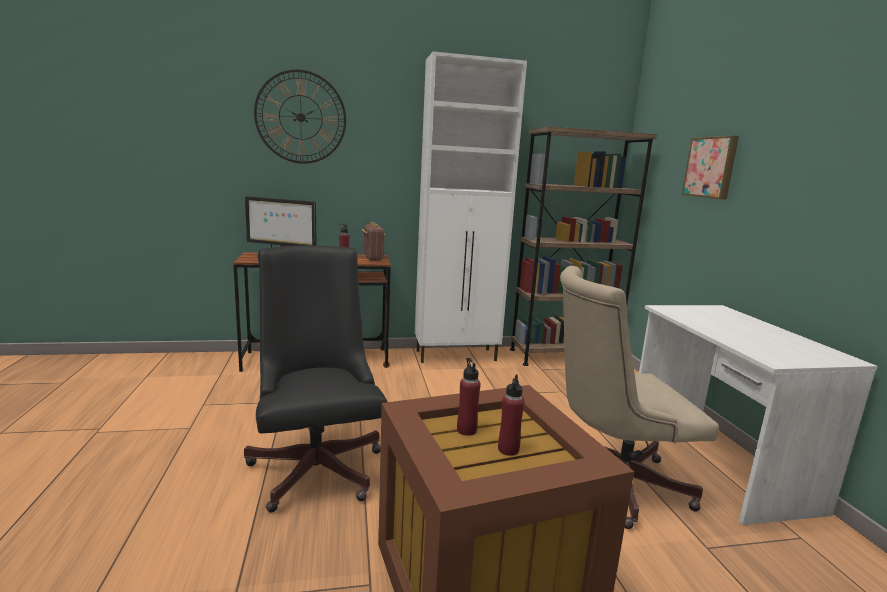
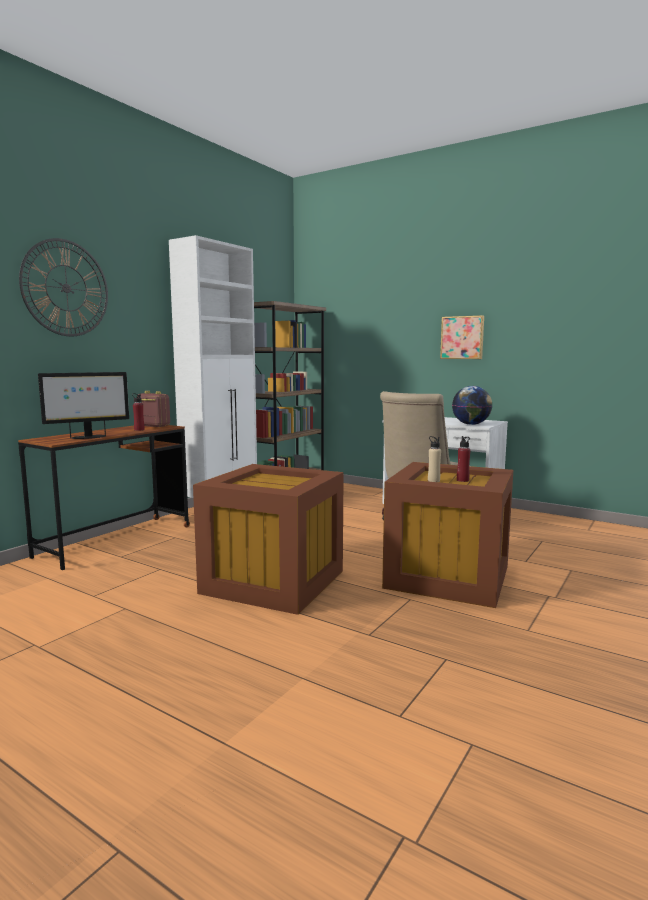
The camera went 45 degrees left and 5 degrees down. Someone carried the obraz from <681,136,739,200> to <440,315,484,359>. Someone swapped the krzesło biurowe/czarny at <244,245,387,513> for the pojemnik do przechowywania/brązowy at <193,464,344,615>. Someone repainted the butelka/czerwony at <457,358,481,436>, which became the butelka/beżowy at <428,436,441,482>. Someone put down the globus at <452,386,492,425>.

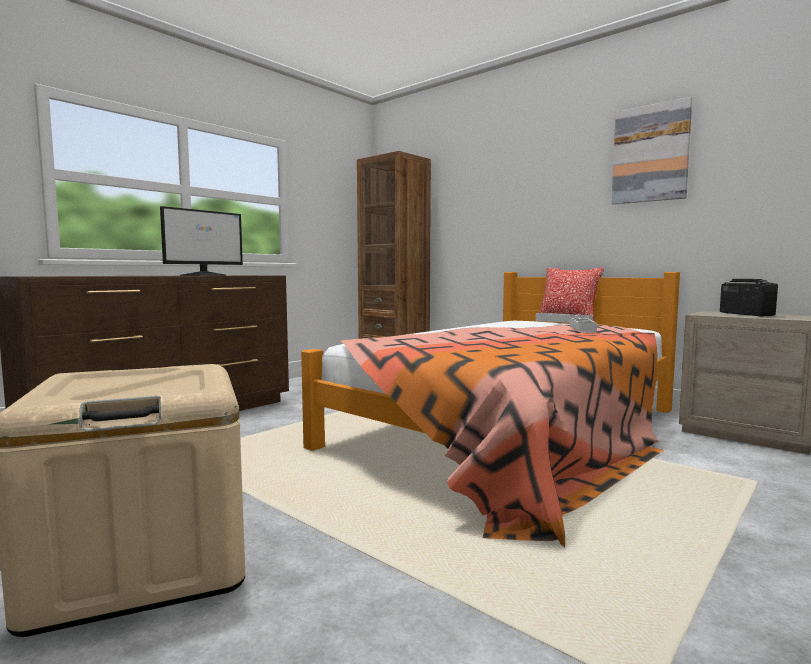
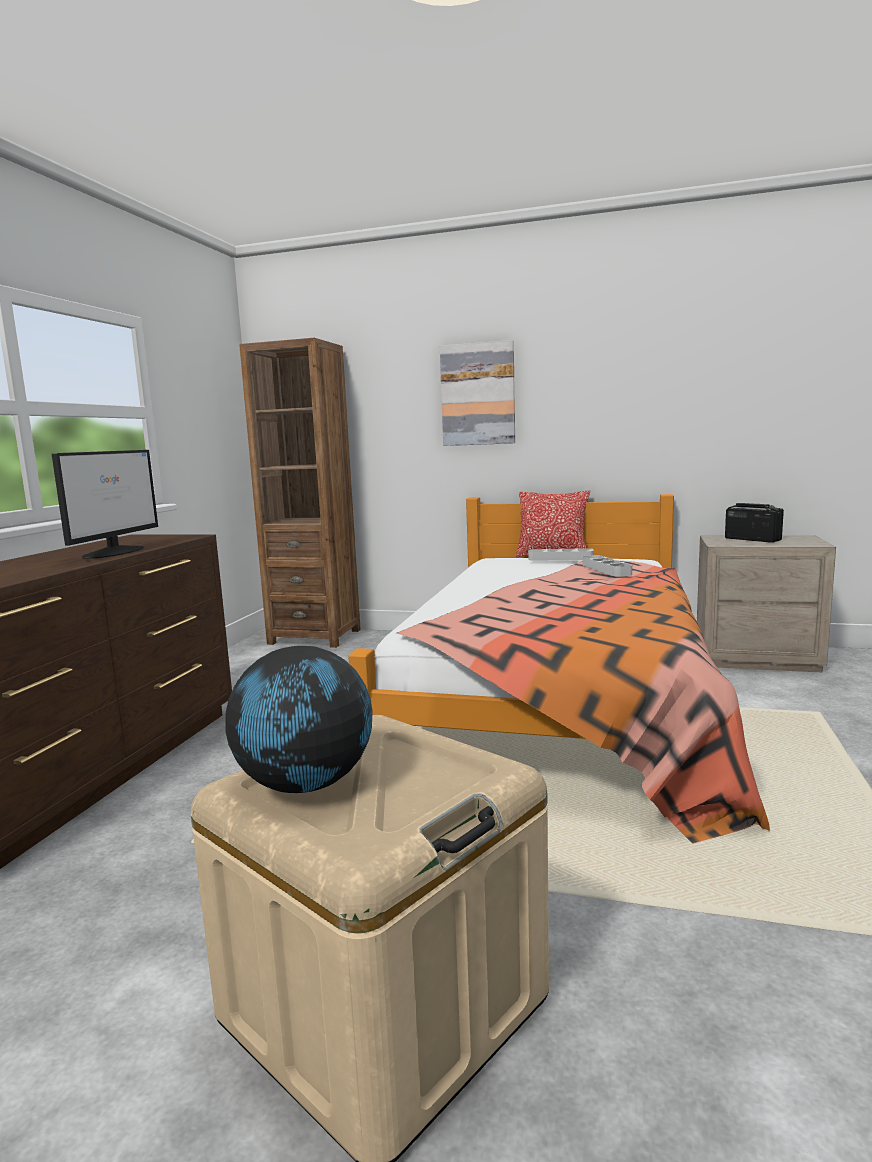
The camera went 25 degrees left and 5 degrees up. Someone carried the obraz from <612,97,692,205> to <440,340,515,446>. Someone put down the globus at <226,646,372,793>.

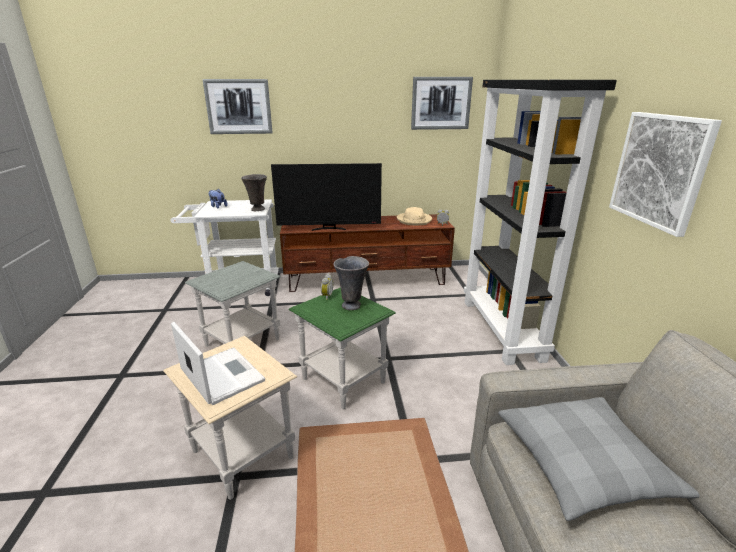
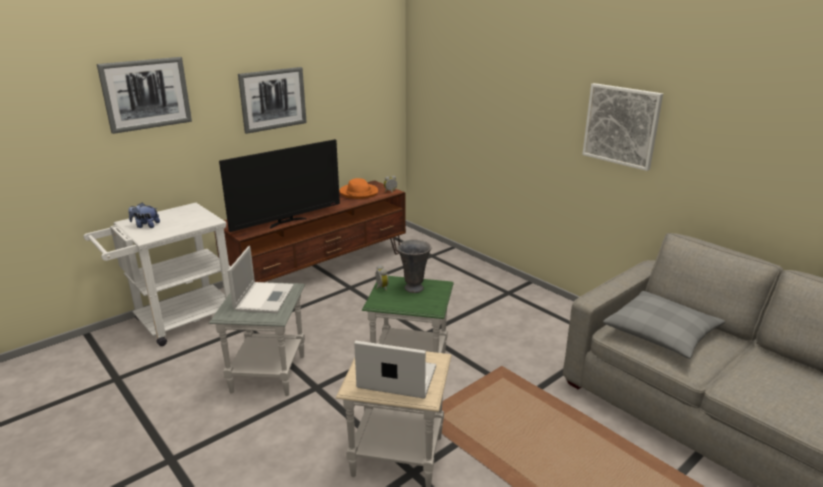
The camera went 35 degrees left and 0 degrees up. Someone carried the obraz from <411,77,473,130> to <238,67,307,134>. Someone took away the regał/czarny at <464,80,617,365>. Someone took away the wazon/szary at <241,174,267,211>. Someone repainted the kapelusz/beżowy at <397,207,432,225>, which became the kapelusz/pomarańczowy at <339,178,378,199>. Someone put down the laptop at <227,246,294,313>.

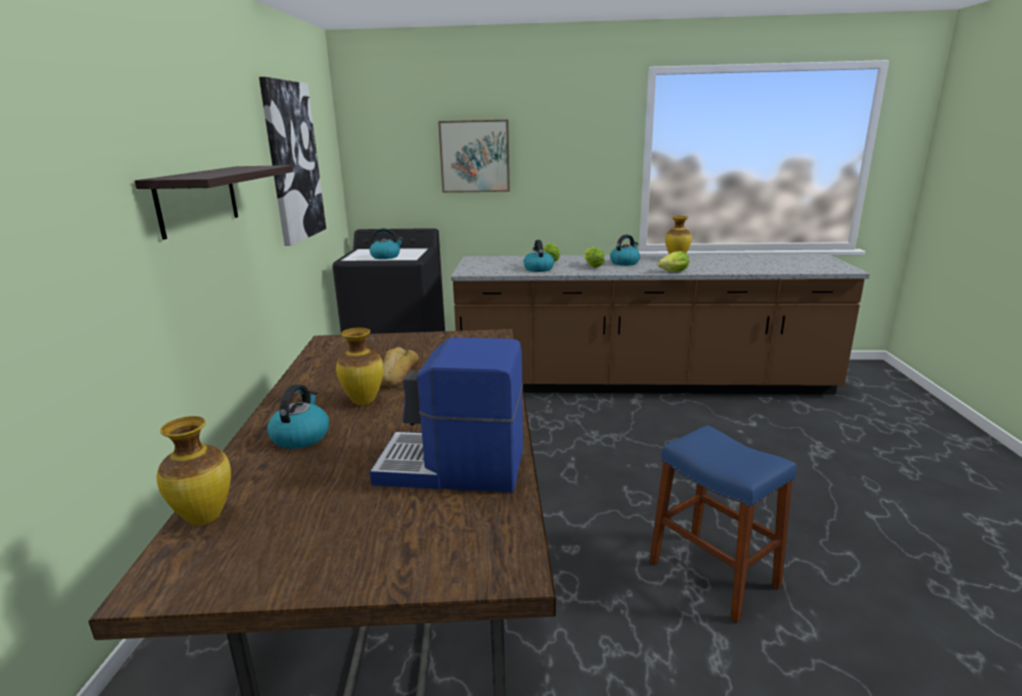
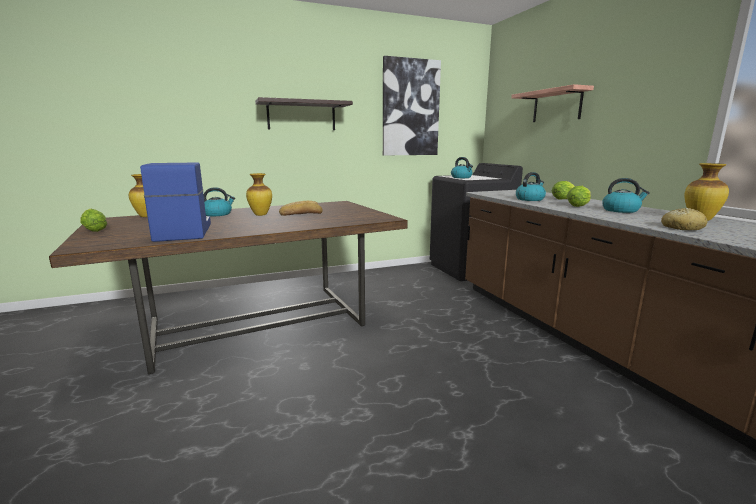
The camera went 65 degrees right and 5 degrees down. Someone swapped the obraz at <438,120,510,193> for the półka at <511,84,594,122>. Someone carried the sałata from <657,251,689,272> to <80,209,107,232>. Someone took away the stołek/niebieski at <649,425,797,623>. Someone put down the chleb at <661,208,707,230>.

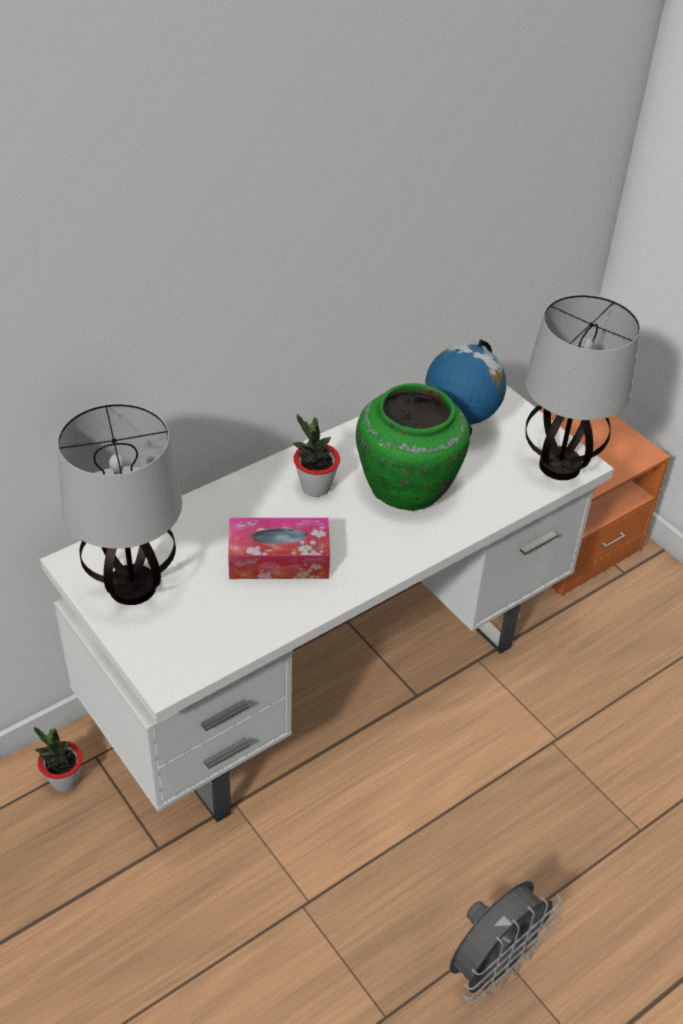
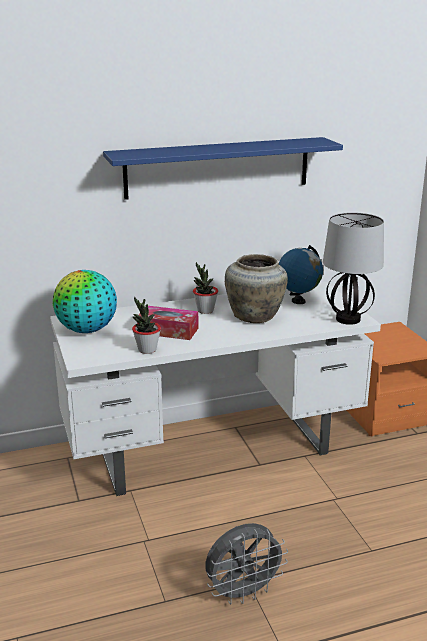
The camera went 20 degrees right and 20 degrees down. Someone repainted the wazon/zielony at <356,383,470,511>, which became the wazon/beżowy at <225,254,288,323>. Someone swapped the lampa stołowa at <57,403,182,605> for the globus at <53,270,117,333>. Someone carried the roślina doniczkowa from <34,727,83,792> to <132,297,161,354>. Someone put up the półka/niebieski at <103,137,343,200>.

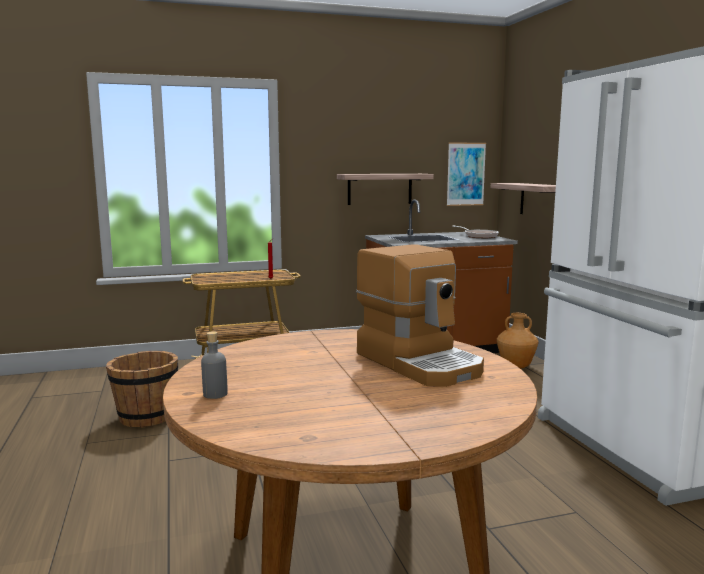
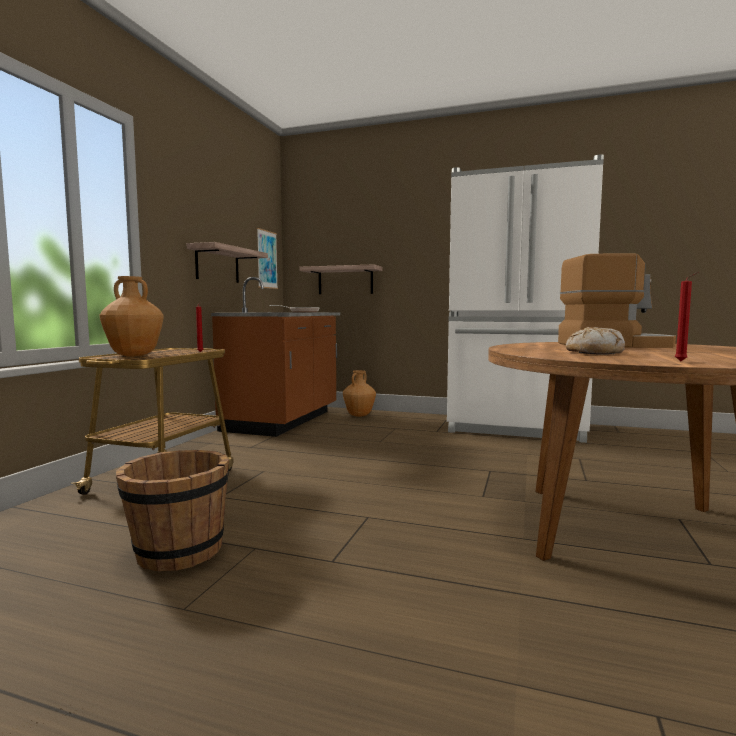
The camera went 55 degrees left and 5 degrees down. Someone swapped the butelka/szary at <201,331,228,399> for the świeca/czerwony at <675,272,698,361>. Someone put down the wazon/brązowy at <100,276,163,356>. Someone put down the chleb at <566,327,625,355>.

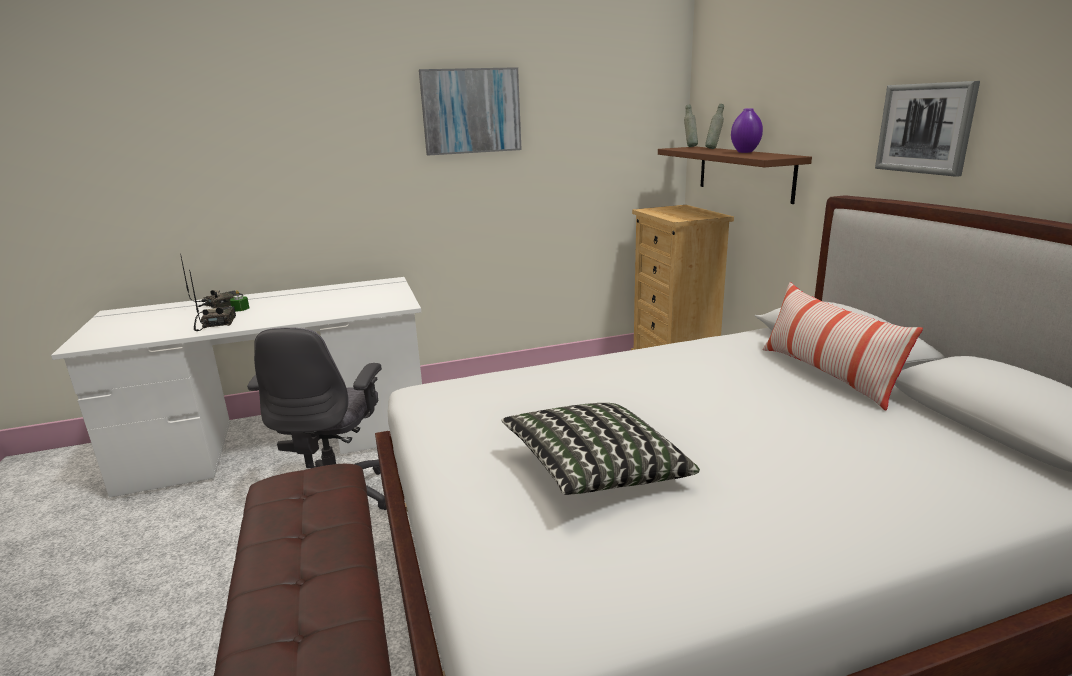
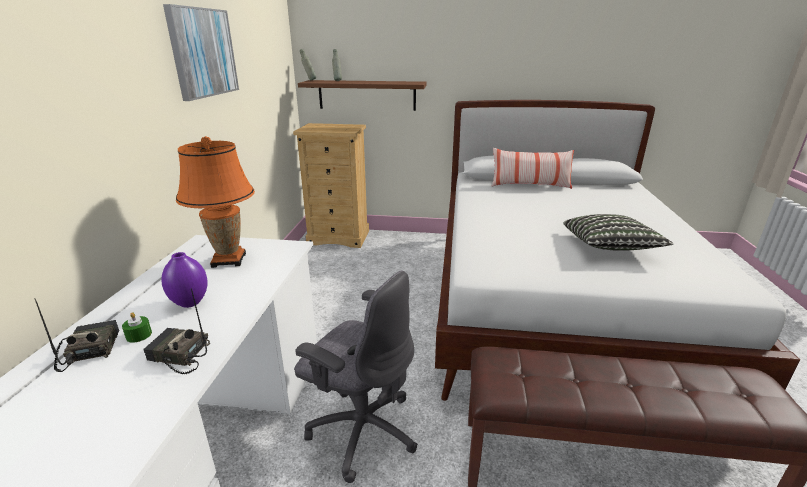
The camera went 65 degrees left and 5 degrees up. Someone took away the obraz at <875,81,980,177>. Someone carried the wazon/fioletowy from <731,108,763,153> to <161,252,208,308>. Someone put down the lampa stołowa/pomarańczowy at <176,136,255,268>.

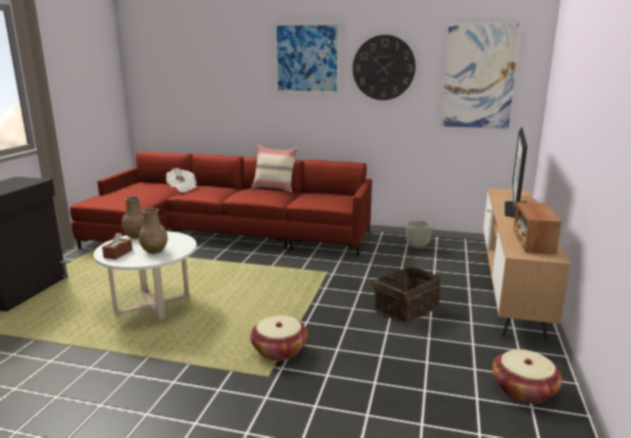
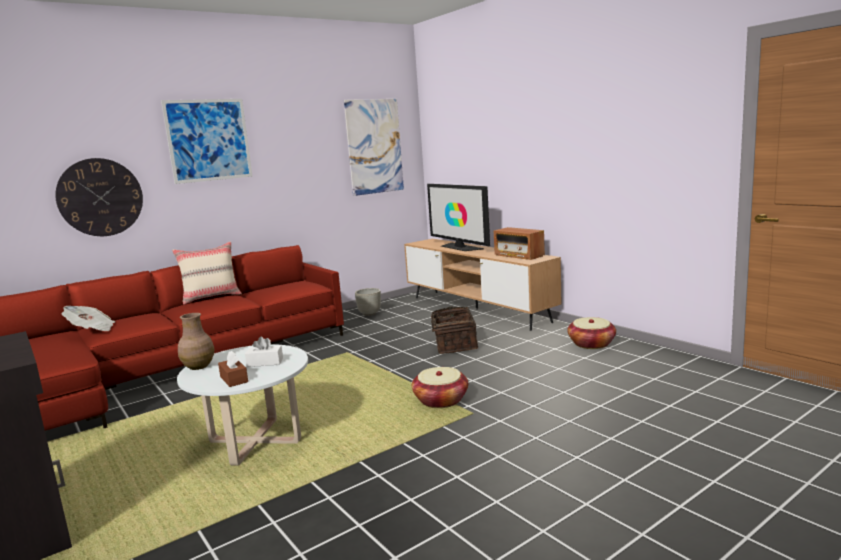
The camera went 50 degrees left and 5 degrees down. Someone carried the zegar ścienny from <353,35,416,100> to <55,158,143,236>. Someone swapped the wazon/brązowy at <139,208,168,254> for the pudełko chusteczek/biały at <245,336,283,367>.

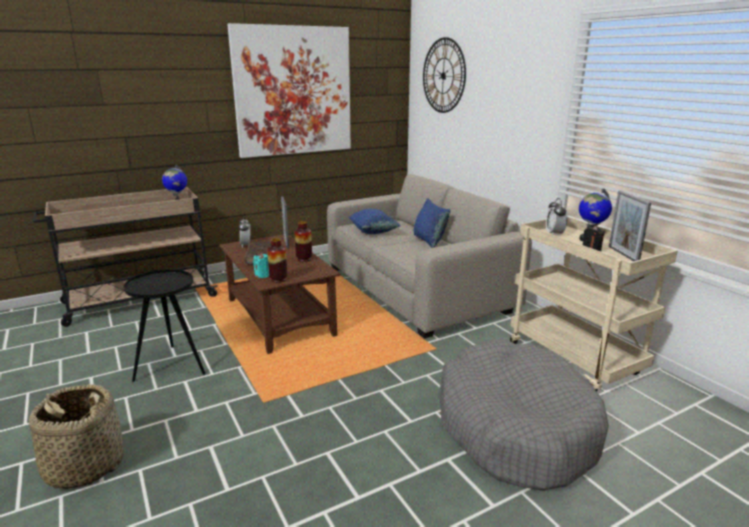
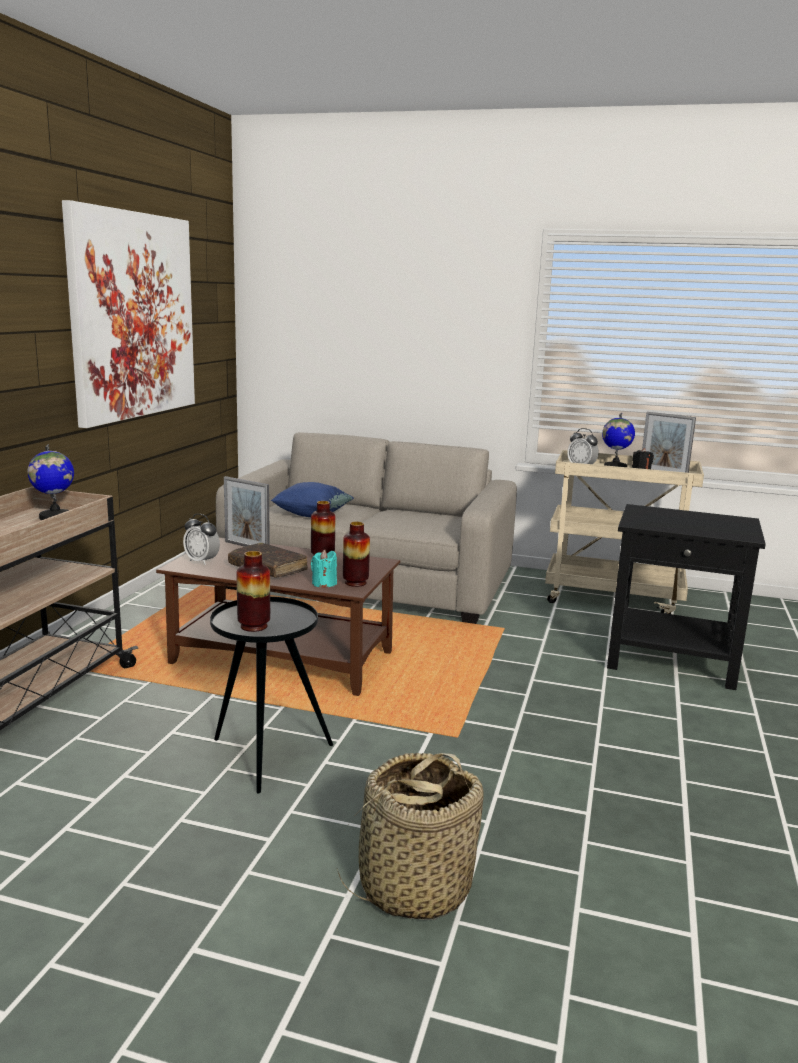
The camera went 45 degrees left and 5 degrees down. Someone took away the zegar ścienny at <423,37,466,113>. Someone took away the poduszka/niebieski at <414,198,450,248>. Someone swapped the legowisko/szary at <439,339,609,491> for the stolik/czarny at <607,504,766,690>. Someone put down the wazon at <237,551,270,632>.

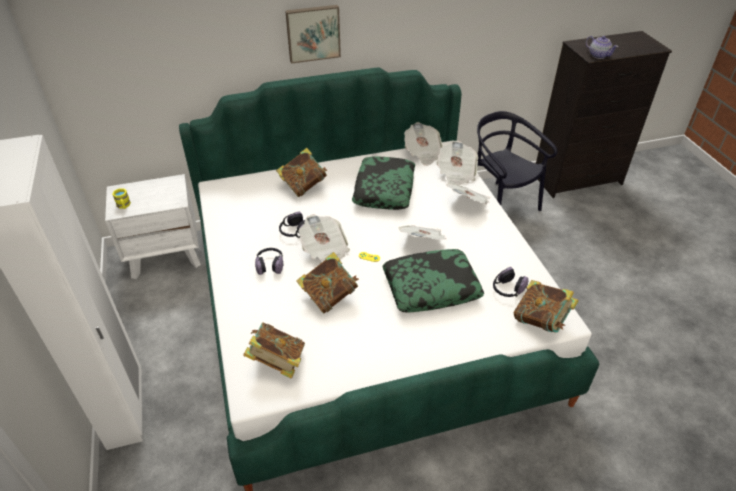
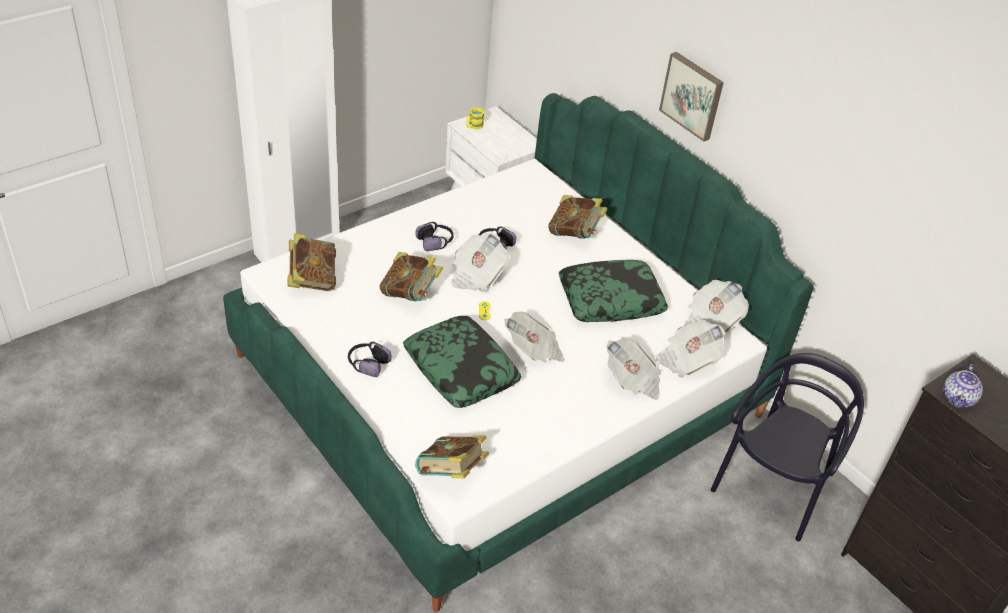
The camera went 65 degrees right and 0 degrees up. Someone carried the słuchawki from <493,267,528,297> to <348,342,392,377>.

